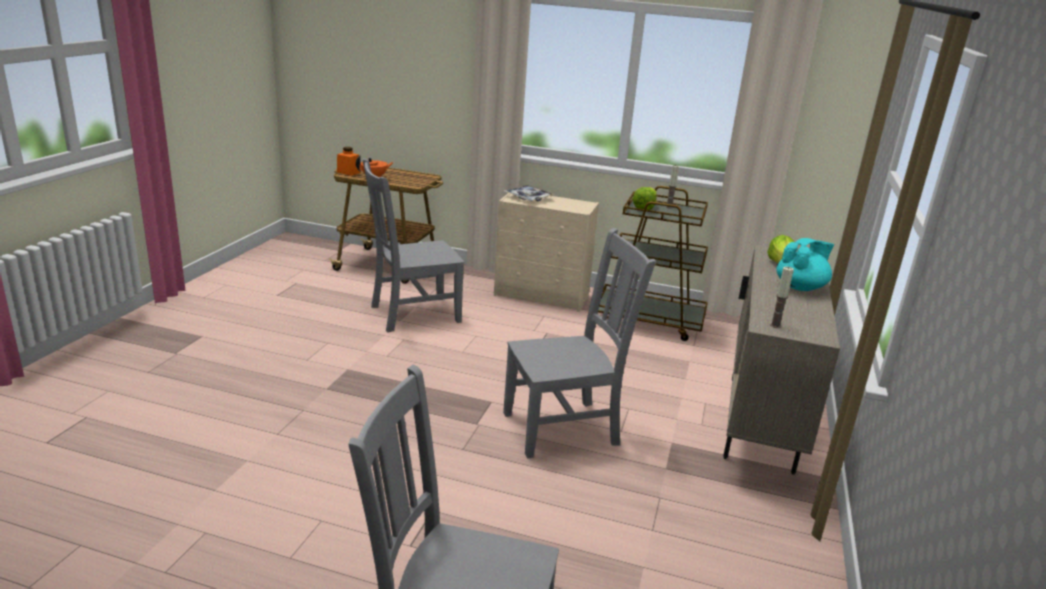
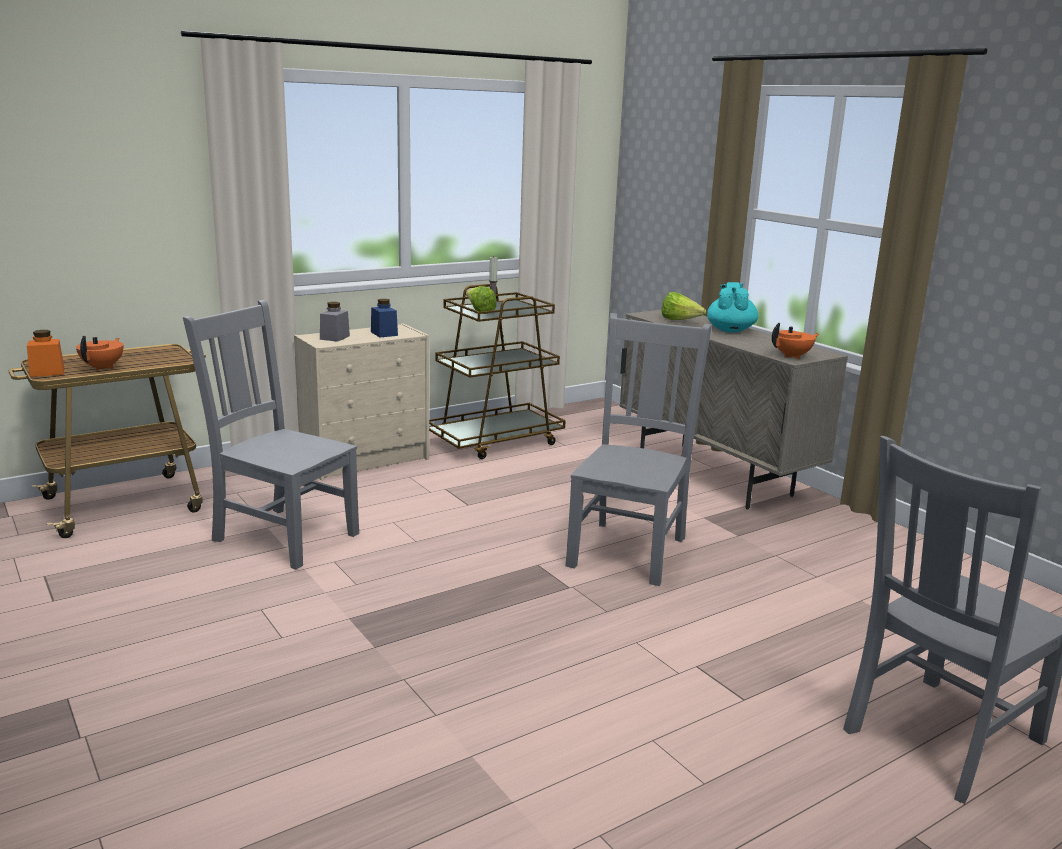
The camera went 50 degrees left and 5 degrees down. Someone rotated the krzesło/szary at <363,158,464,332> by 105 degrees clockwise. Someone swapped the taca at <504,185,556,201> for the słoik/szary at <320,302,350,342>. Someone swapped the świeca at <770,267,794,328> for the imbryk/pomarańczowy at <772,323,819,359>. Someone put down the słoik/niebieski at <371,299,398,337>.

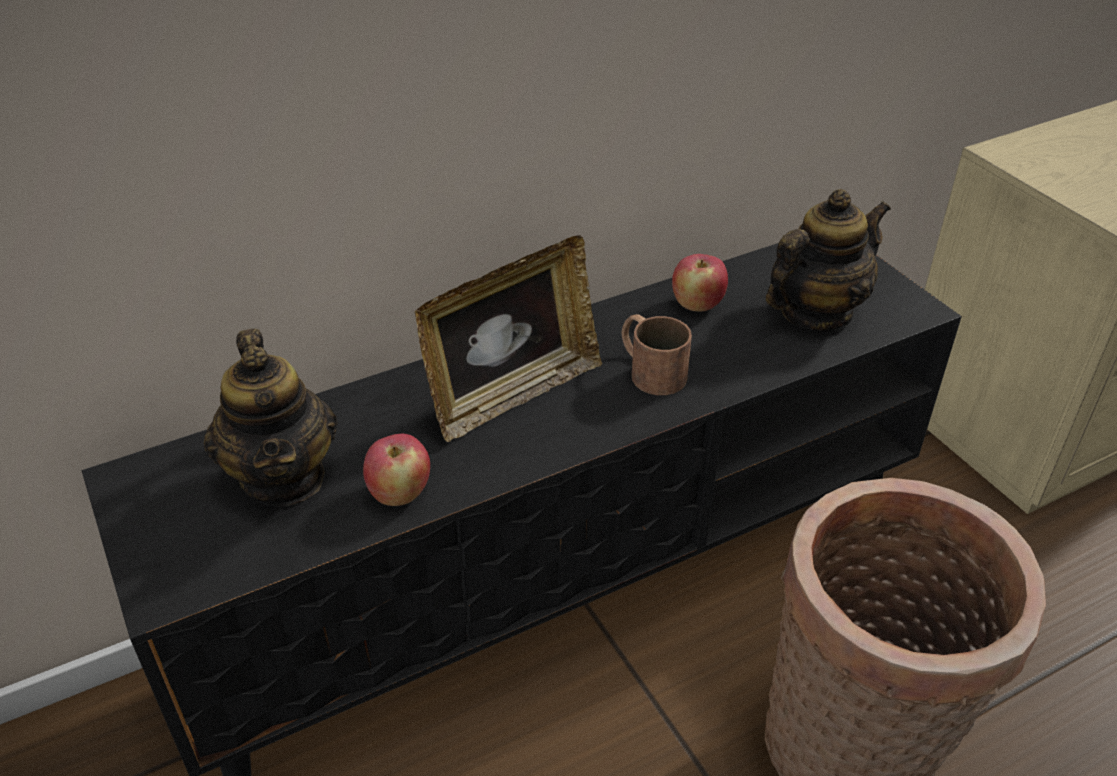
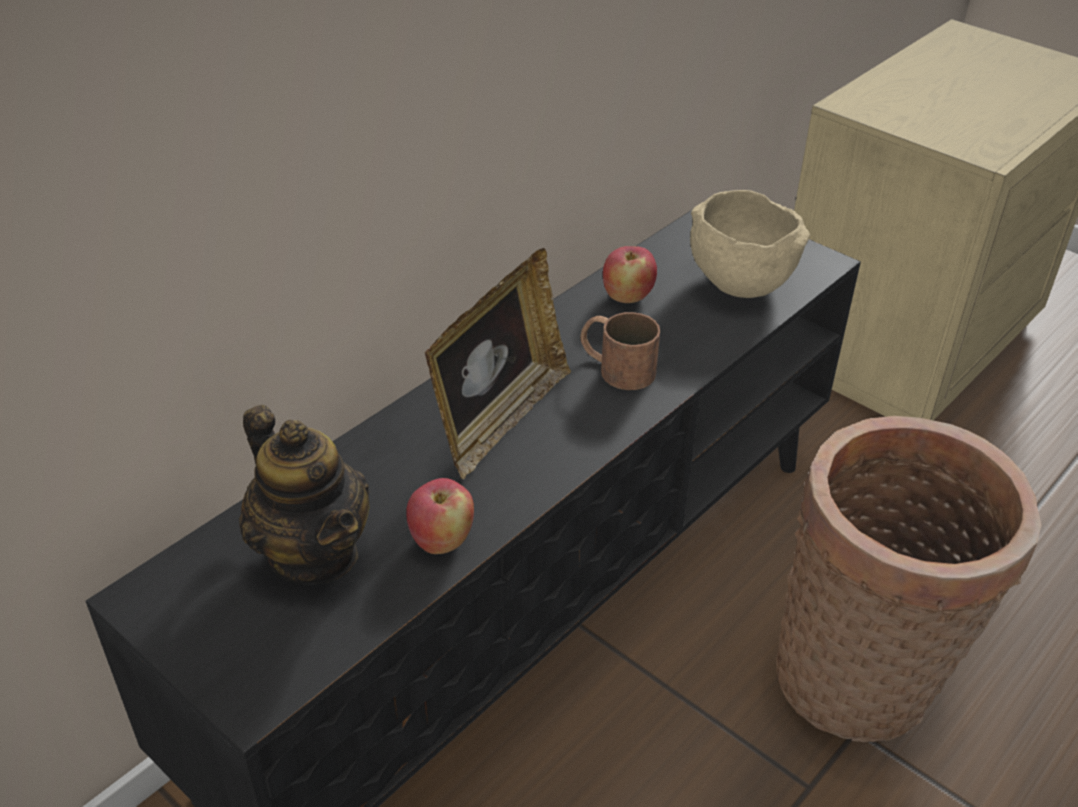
The camera went 20 degrees left and 0 degrees up. Someone swapped the imbryk at <766,189,891,331> for the miska/beżowy at <690,190,810,298>.

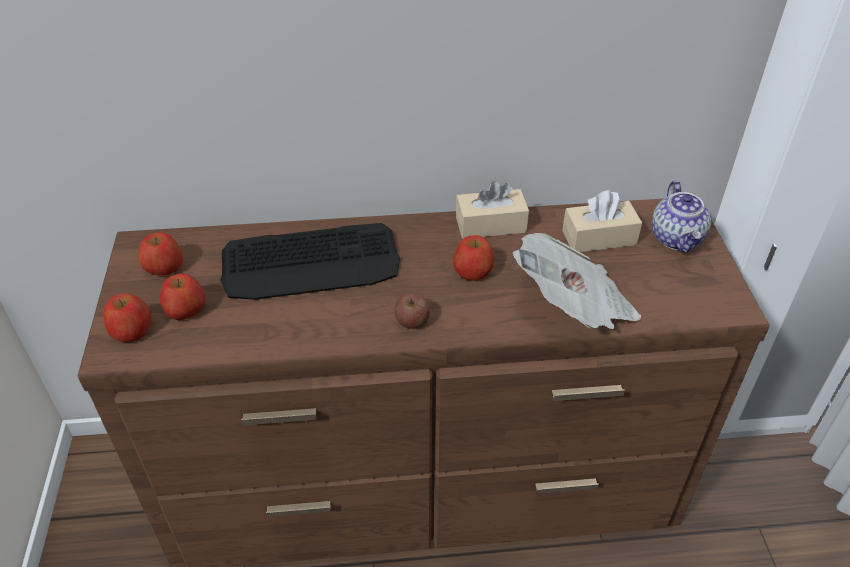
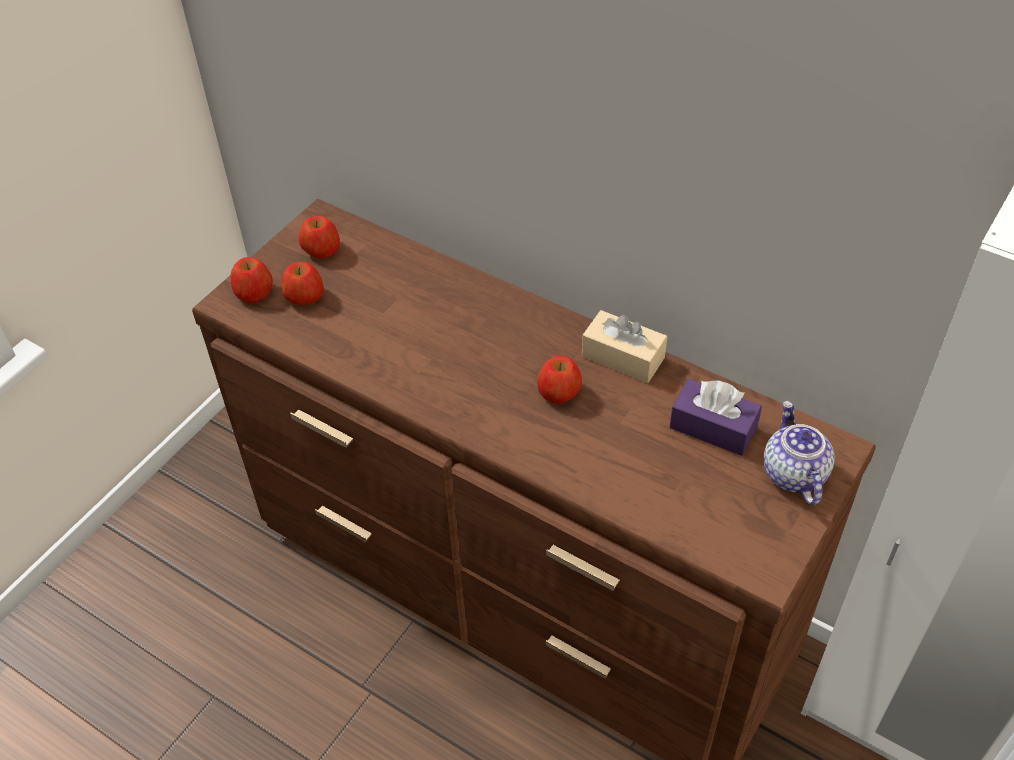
The camera went 40 degrees right and 5 degrees up. Someone rotated the imbryk at <651,181,711,253> by 135 degrees clockwise. Someone repainted the pudełko chusteczek/beżowy at <562,190,642,252>, which became the pudełko chusteczek/fioletowy at <670,379,762,456>. Someone took away the klawiatura at <220,223,400,300>. Someone took away the gazeta at <513,233,641,329>. Someone took away the jabłko at <394,293,430,329>.

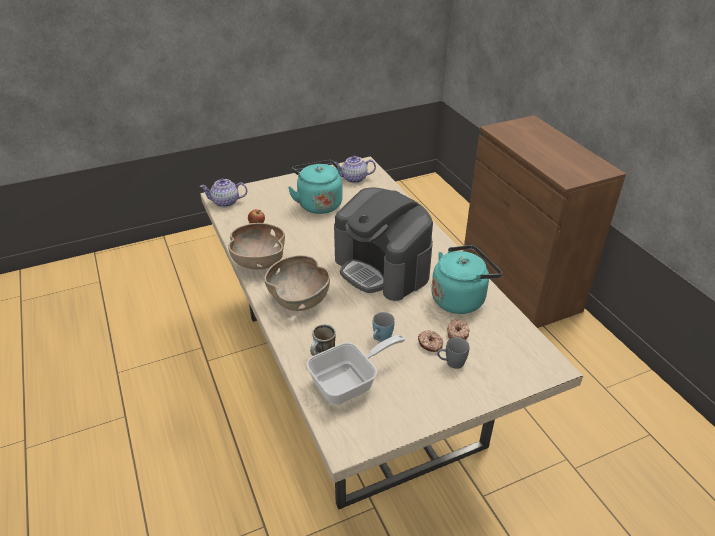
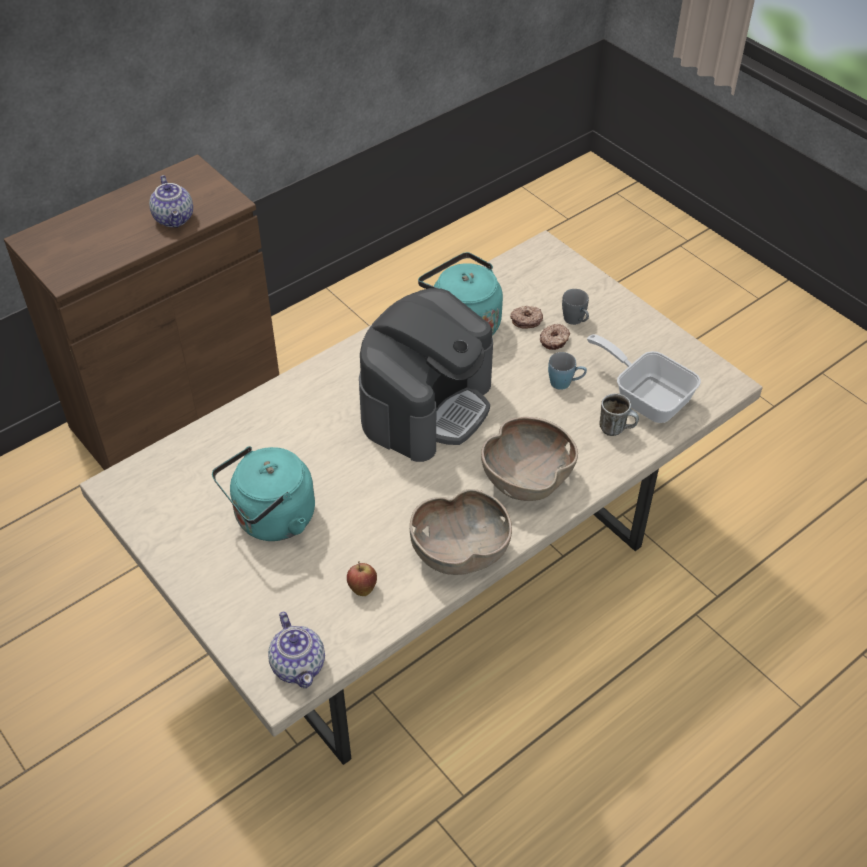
The camera went 105 degrees left and 10 degrees up. Someone carried the imbryk from <335,156,376,183> to <149,175,193,228>.

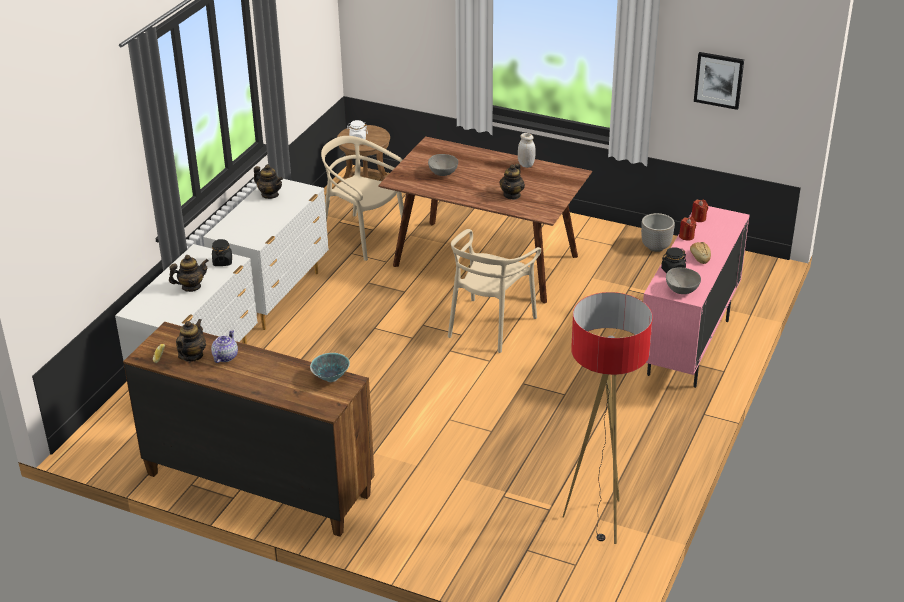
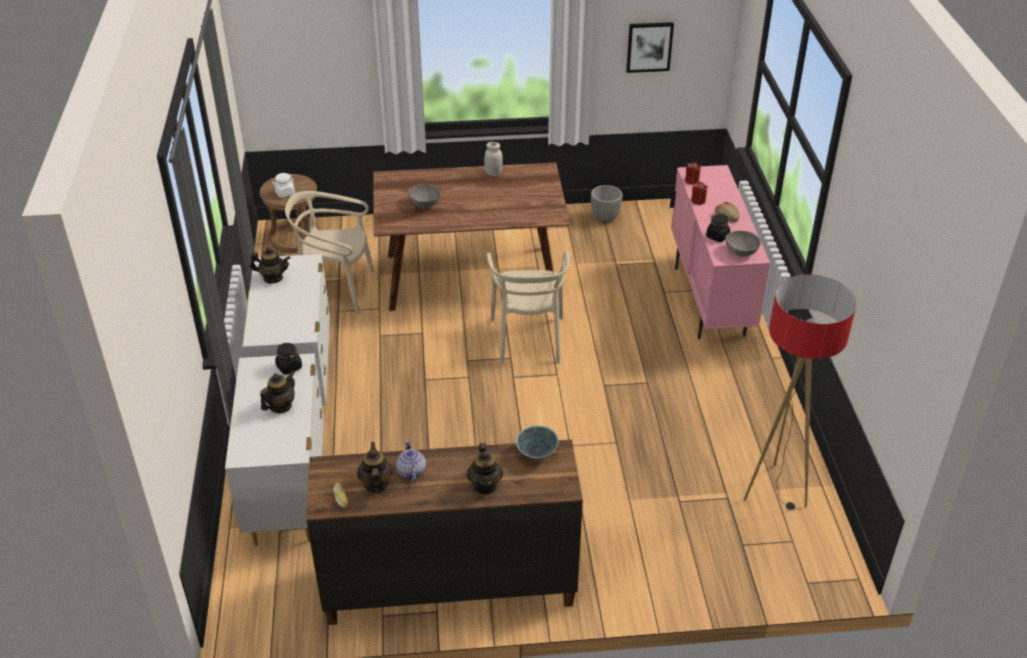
The camera went 30 degrees left and 5 degrees up. Someone carried the imbryk from <499,164,525,200> to <466,443,503,495>.

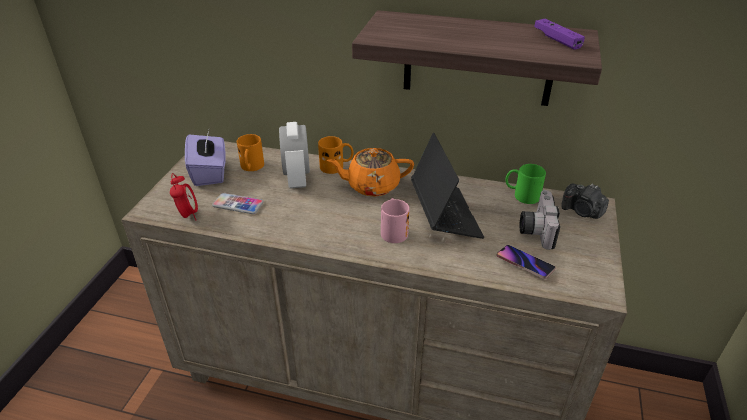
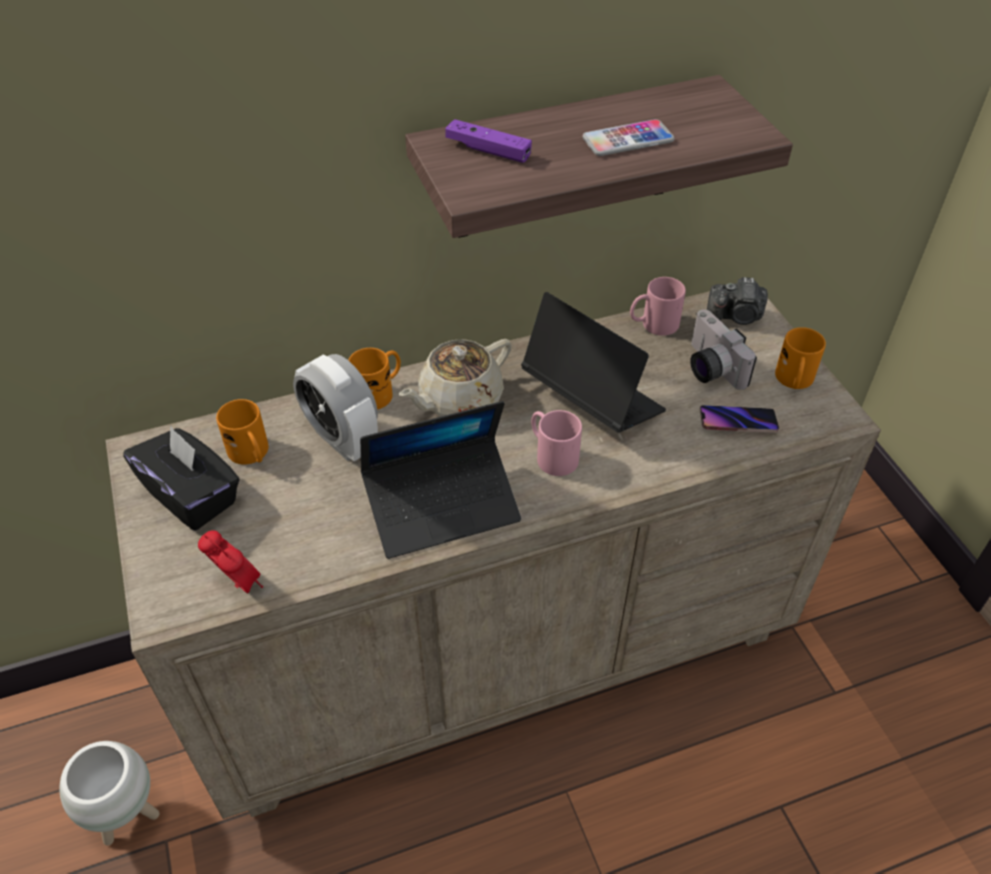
The camera went 35 degrees left and 10 degrees up. Someone carried the pad do gier/fioletowy from <534,19,585,50> to <445,119,532,163>. Someone repainted the pudełko chusteczek/fioletowy at <185,130,226,186>, which became the pudełko chusteczek/czarny at <123,426,240,531>. Someone repainted the imbryk/pomarańczowy at <327,148,414,197>, which became the imbryk/beżowy at <399,339,512,416>. Someone repainted the kubek/zielony at <506,164,546,204>, which became the kubek/różowy at <630,277,686,336>. Someone carried the telefon from <212,193,264,214> to <582,119,674,156>. Someone put down the kubek/pomarańczowy at <775,327,826,389>. Someone put down the laptop at <360,401,521,559>. Someone put down the donica/biały at <59,741,159,846>.

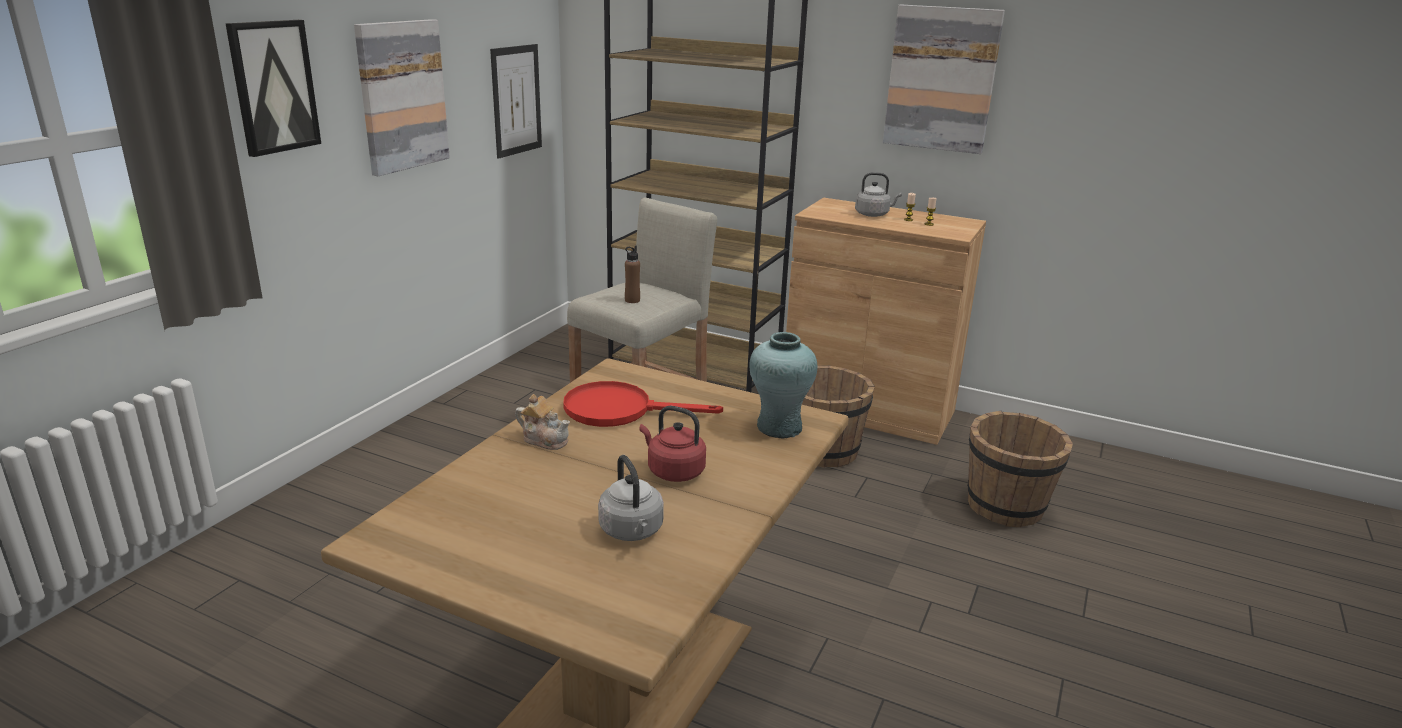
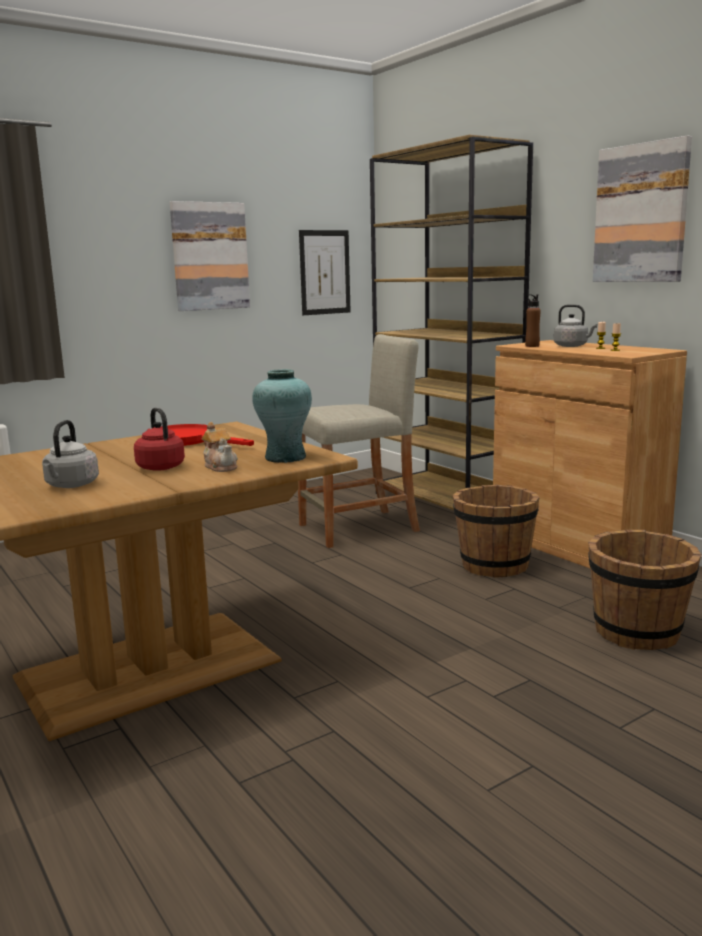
The camera went 30 degrees right and 10 degrees down. Someone took away the obraz at <225,20,321,157>. Someone carried the butelka/brązowy from <625,246,640,303> to <525,294,541,347>. Someone carried the imbryk from <515,394,570,450> to <202,422,238,472>.

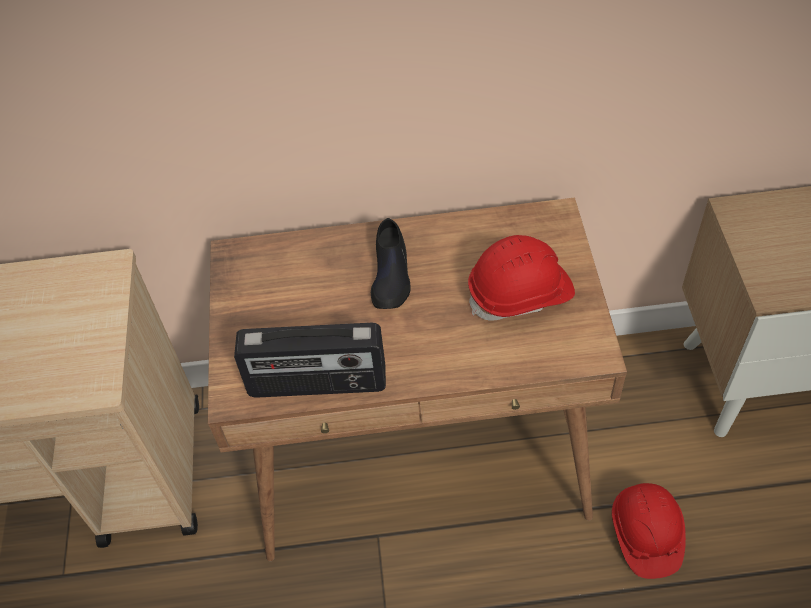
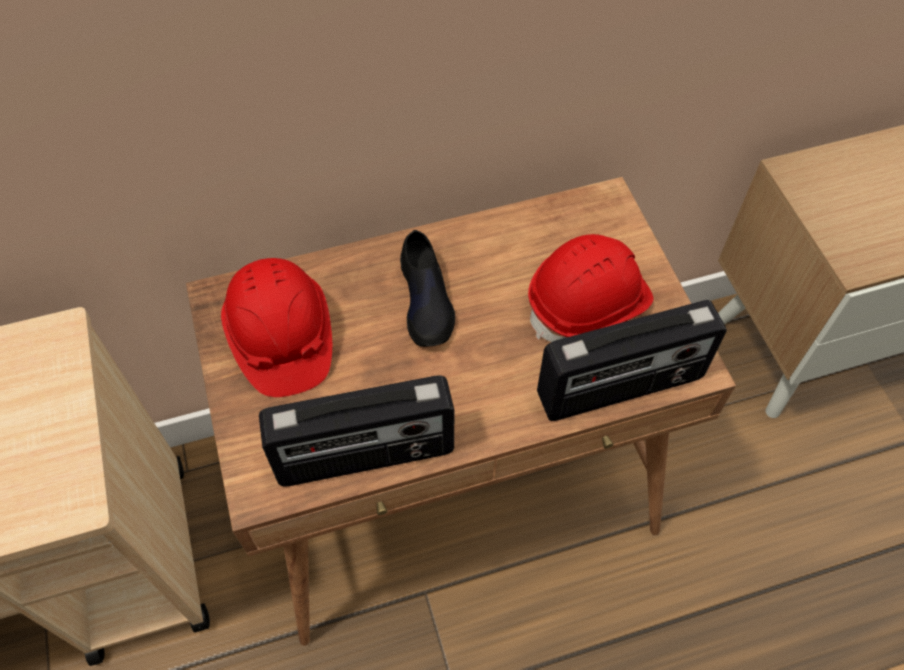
The camera went 15 degrees left and 5 degrees up. Someone carried the kask/czerwony from <612,483,686,579> to <221,258,332,397>. Someone put down the radio at <537,300,727,421>.

